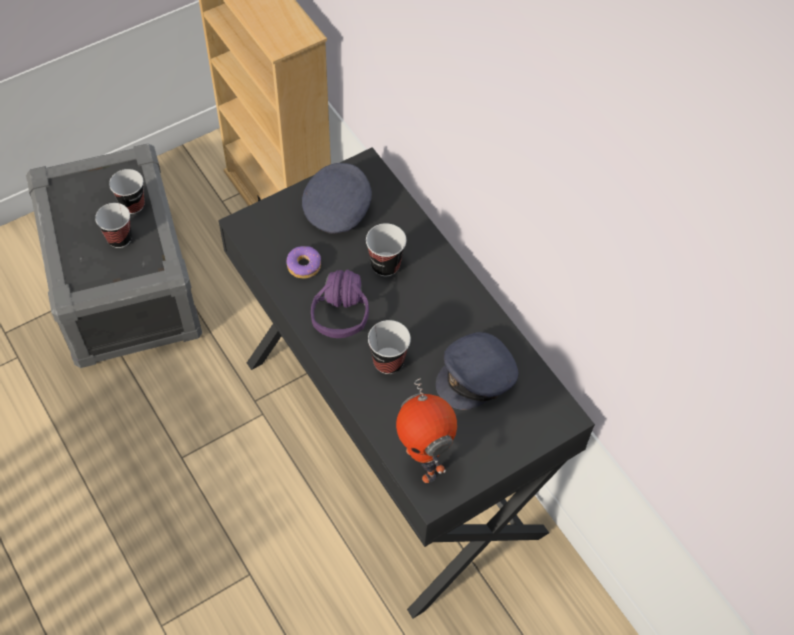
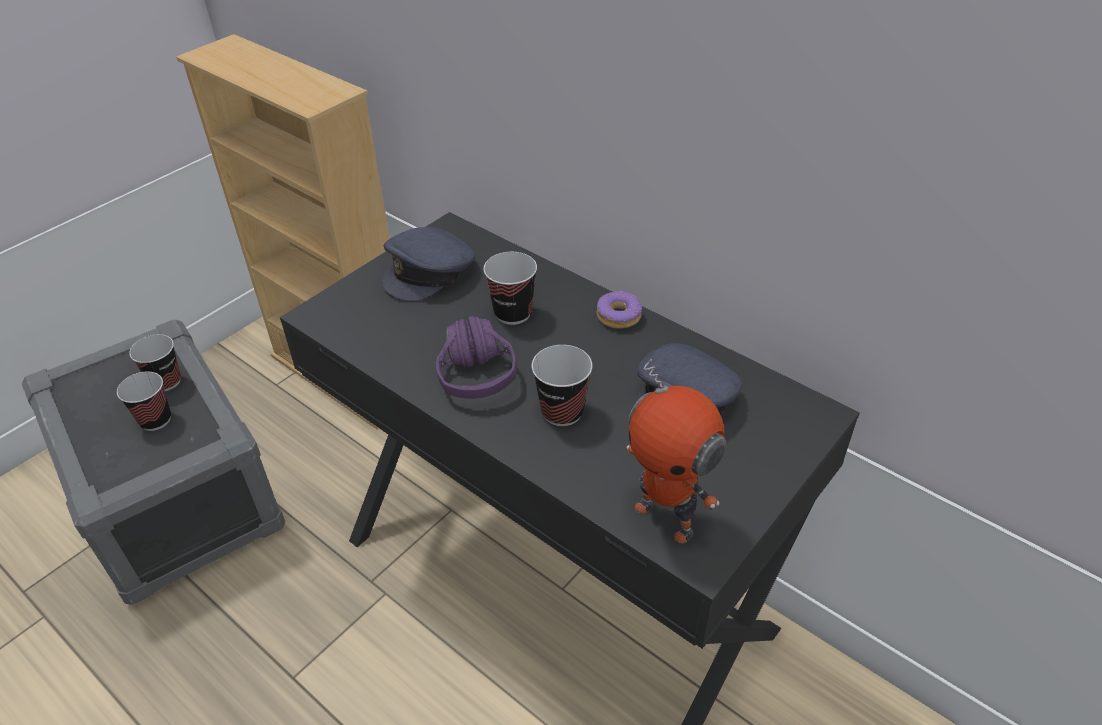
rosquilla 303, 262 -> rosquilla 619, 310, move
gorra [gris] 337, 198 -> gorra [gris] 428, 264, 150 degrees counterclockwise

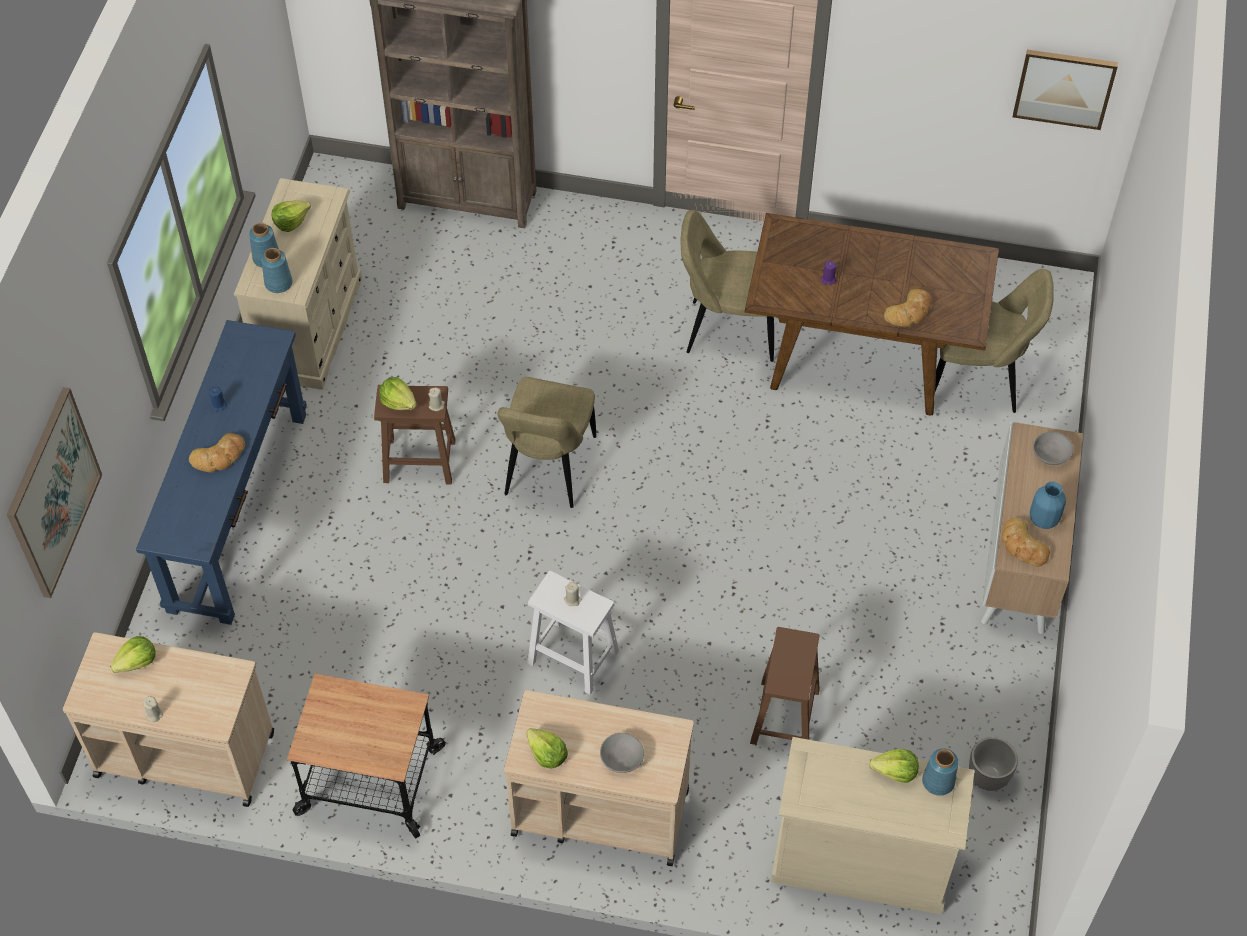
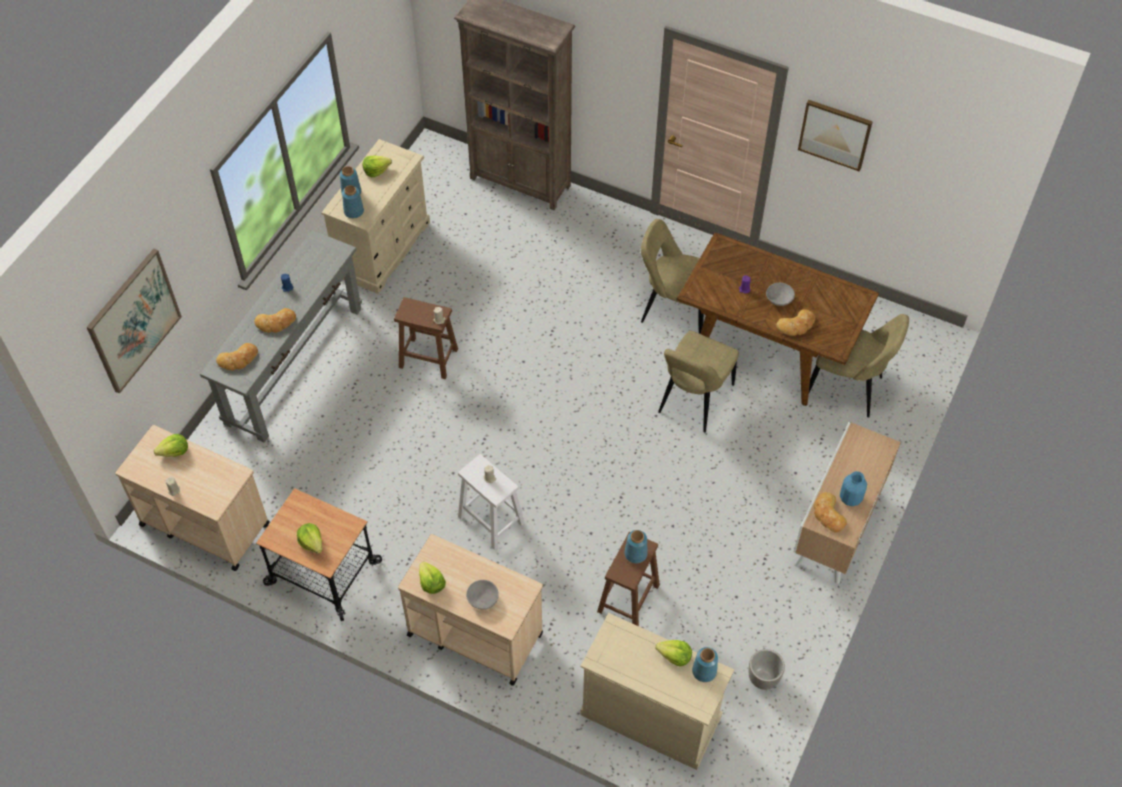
none -> pan 237, 357
none -> florero [azul] 636, 547
lechuga 398, 393 -> lechuga 309, 538, move
silla [beis] 546, 442 -> silla [beis] 698, 381, move
cuadro 1065, 89 -> cuadro 835, 136, move
cuenco [gris] 1053, 448 -> cuenco [gris] 780, 294, move
mesa consola [azul] 221, 472 -> mesa consola [gris] 281, 336

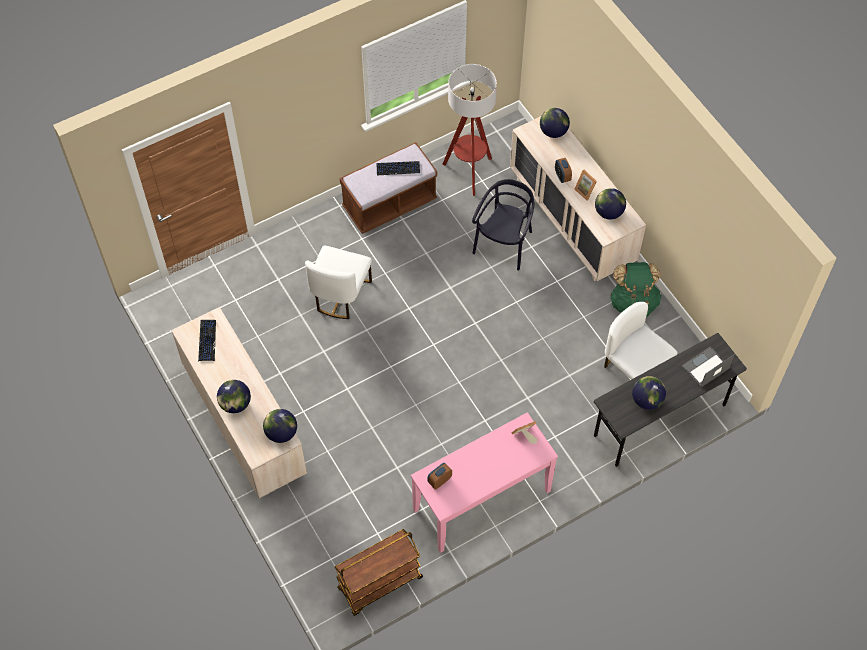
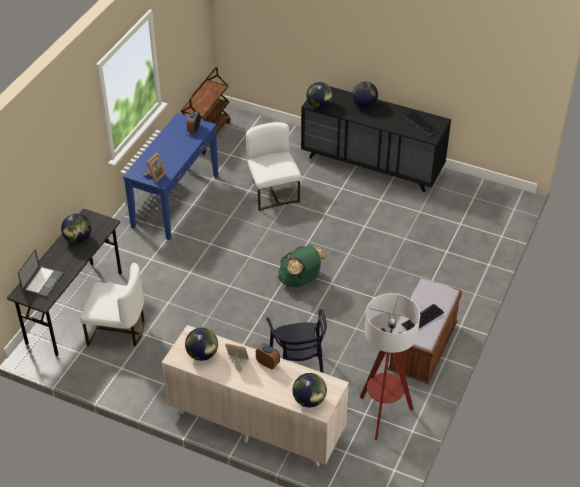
silla [blanco] 338, 282 -> silla [blanco] 273, 166, move
mochila [verde] 636, 289 -> mochila [verde] 302, 266, move
cómoda [beis] 239, 402 -> cómoda [negro] 376, 139
mesa consola [rosa] 484, 482 -> mesa consola [azul] 171, 176

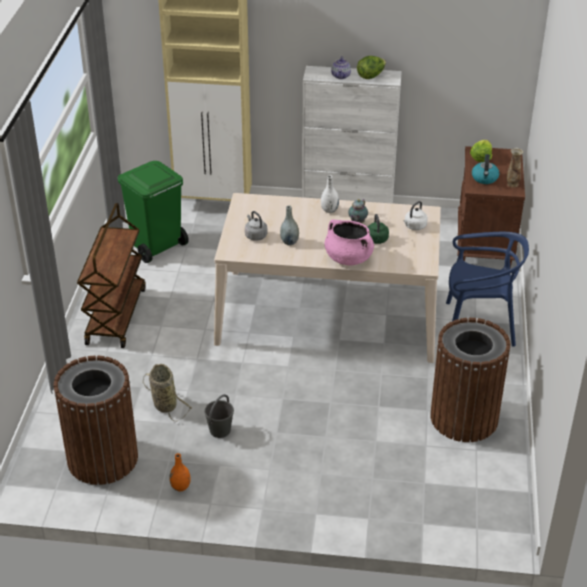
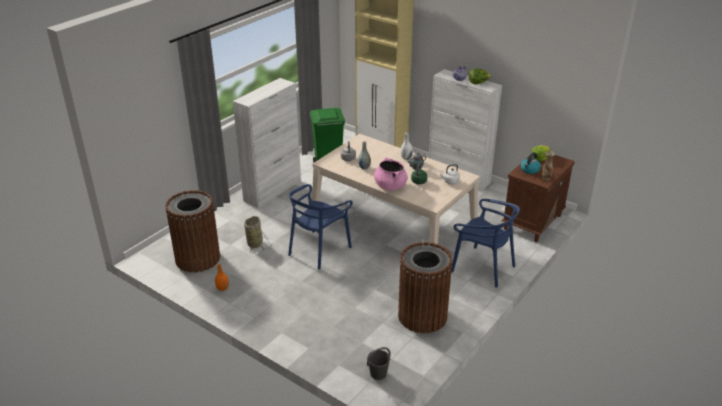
none -> silla [azul] 320, 226
cubo [gris] 219, 416 -> cubo [gris] 379, 363, move
carrito [marrón] 111, 275 -> armario [blanco] 267, 143

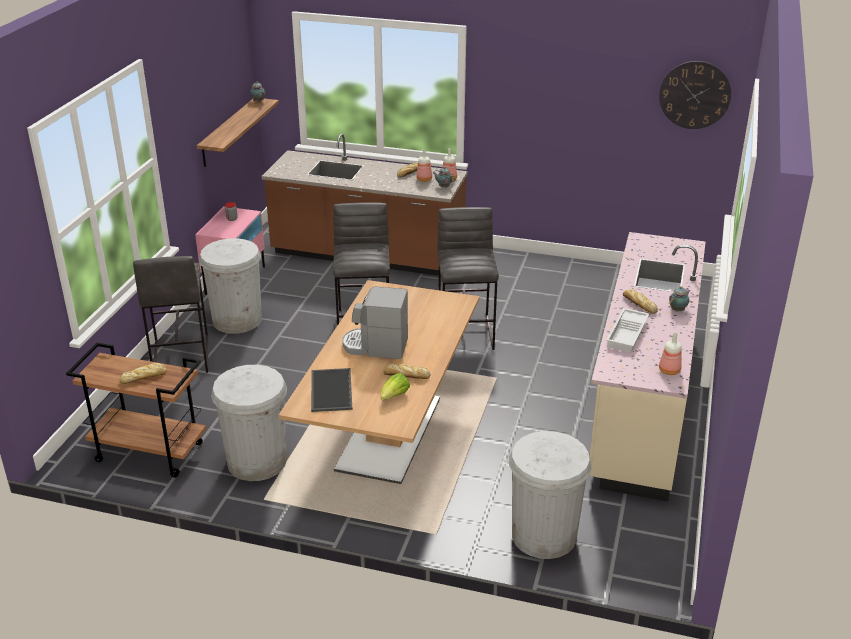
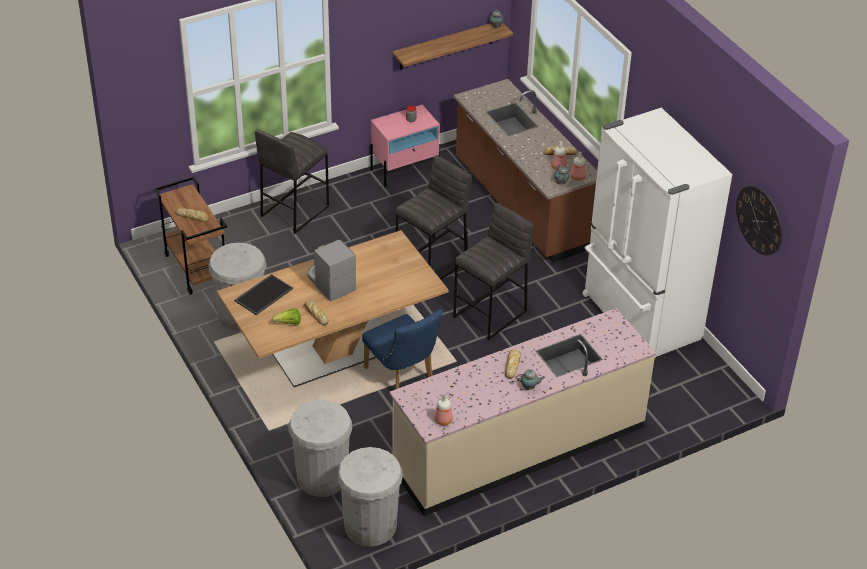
bandeja [blanco] 627, 330 -> none
none -> silla [azul] 402, 349
none -> nevera [blanco] 657, 232
papelera [blanco] 230, 286 -> papelera [blanco] 370, 496, move

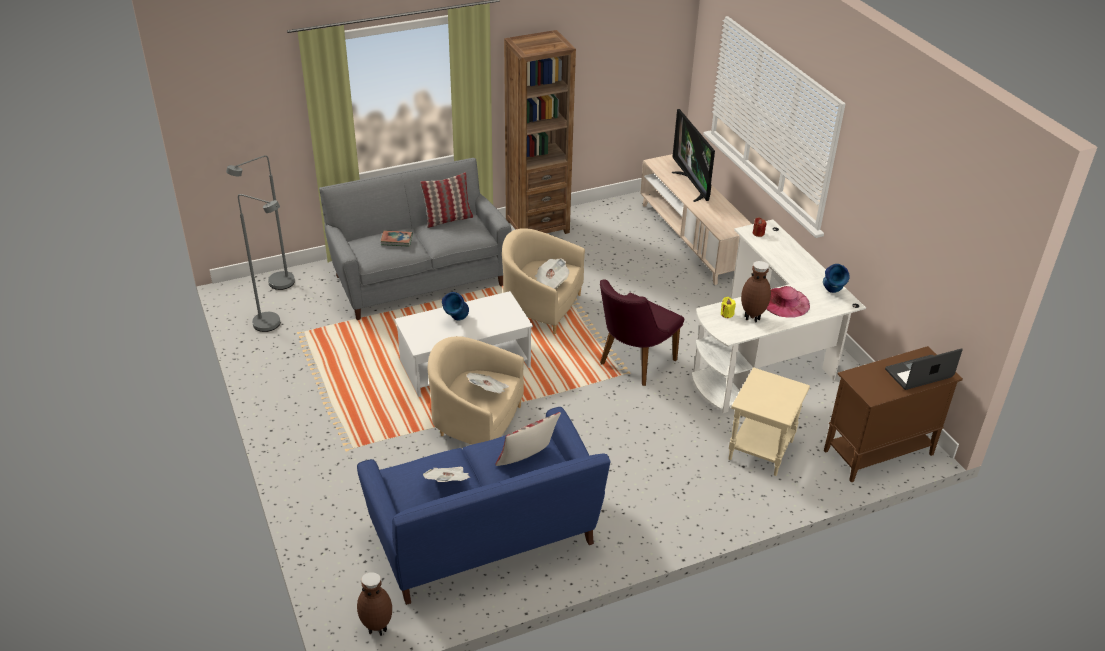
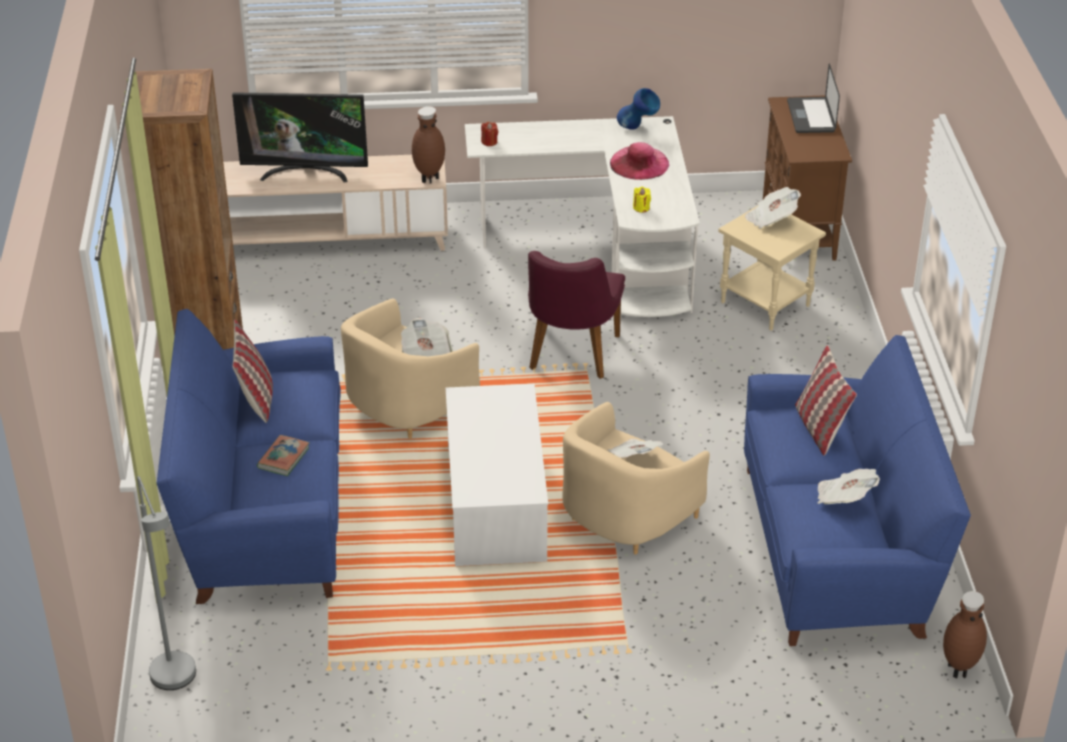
lámpara de pie [gris] 259, 263 -> none
florero [azul] 455, 306 -> none
none -> periódico 773, 208
florero [marrón] 756, 292 -> florero [marrón] 428, 145, move
sofá [gris] 415, 239 -> sofá [azul] 249, 456
silla [morado] 642, 332 -> silla [morado] 576, 315, 45 degrees clockwise

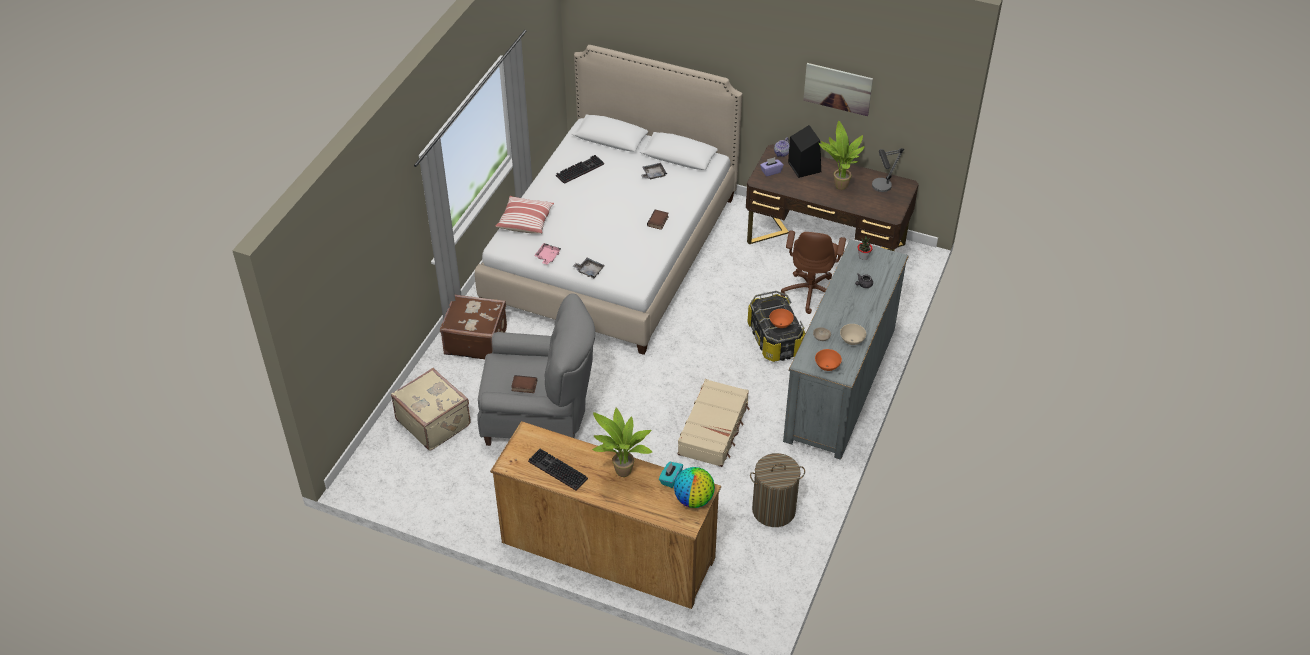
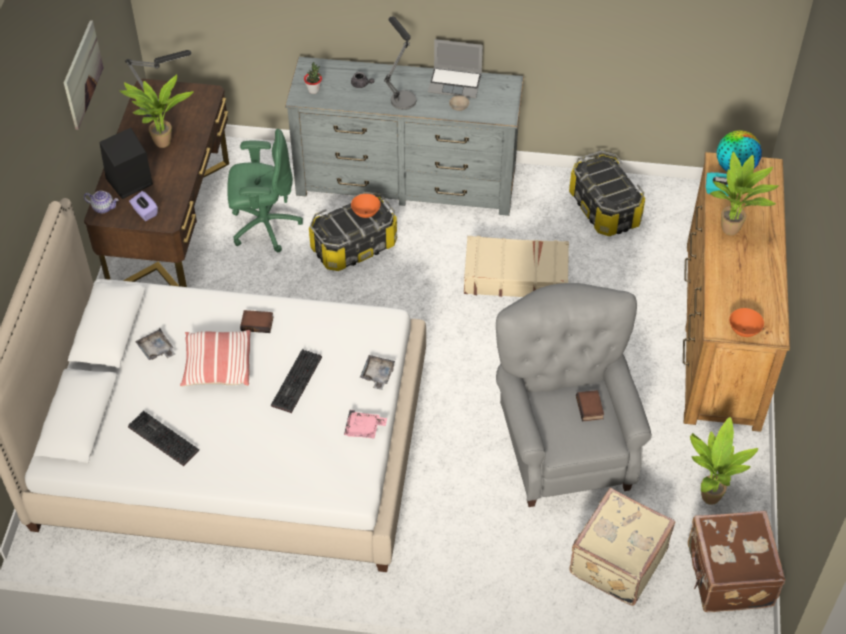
none -> lámpara de mesa 400, 63
none -> planta en maceta 724, 461
maleta [marrón] 473, 326 -> maleta [marrón] 736, 561, move
cojín 524, 215 -> cojín 215, 358, move
teclado 558, 470 -> teclado 296, 381, move
cuenco [naranja] 828, 360 -> cuenco [naranja] 746, 322, move
cesto de la ropa 777, 490 -> caja de almacenaje 607, 193
cuenco [beis] 853, 334 -> portátil 455, 68
silla de oficina [marrón] 813, 272 -> silla de oficina [verde] 265, 190

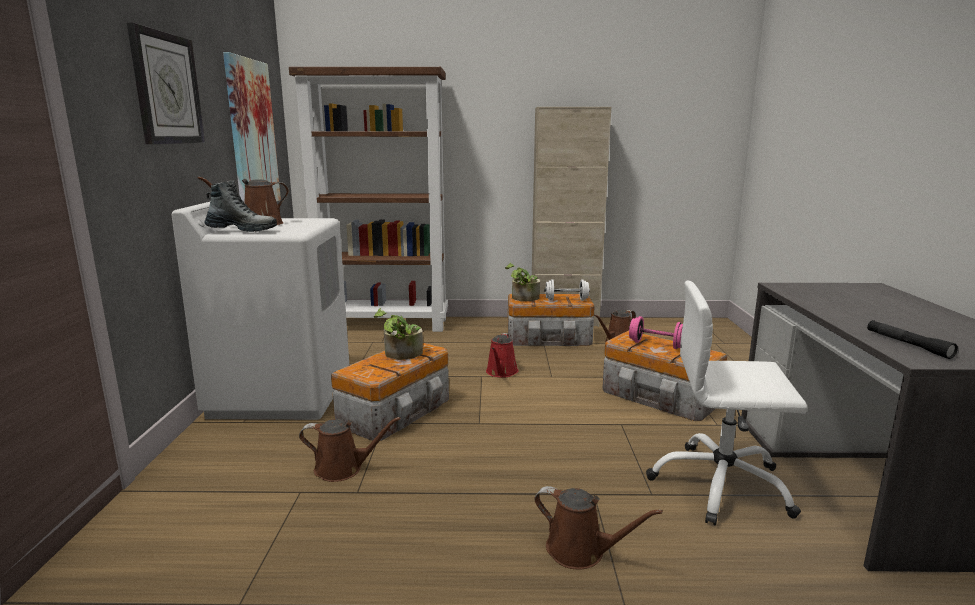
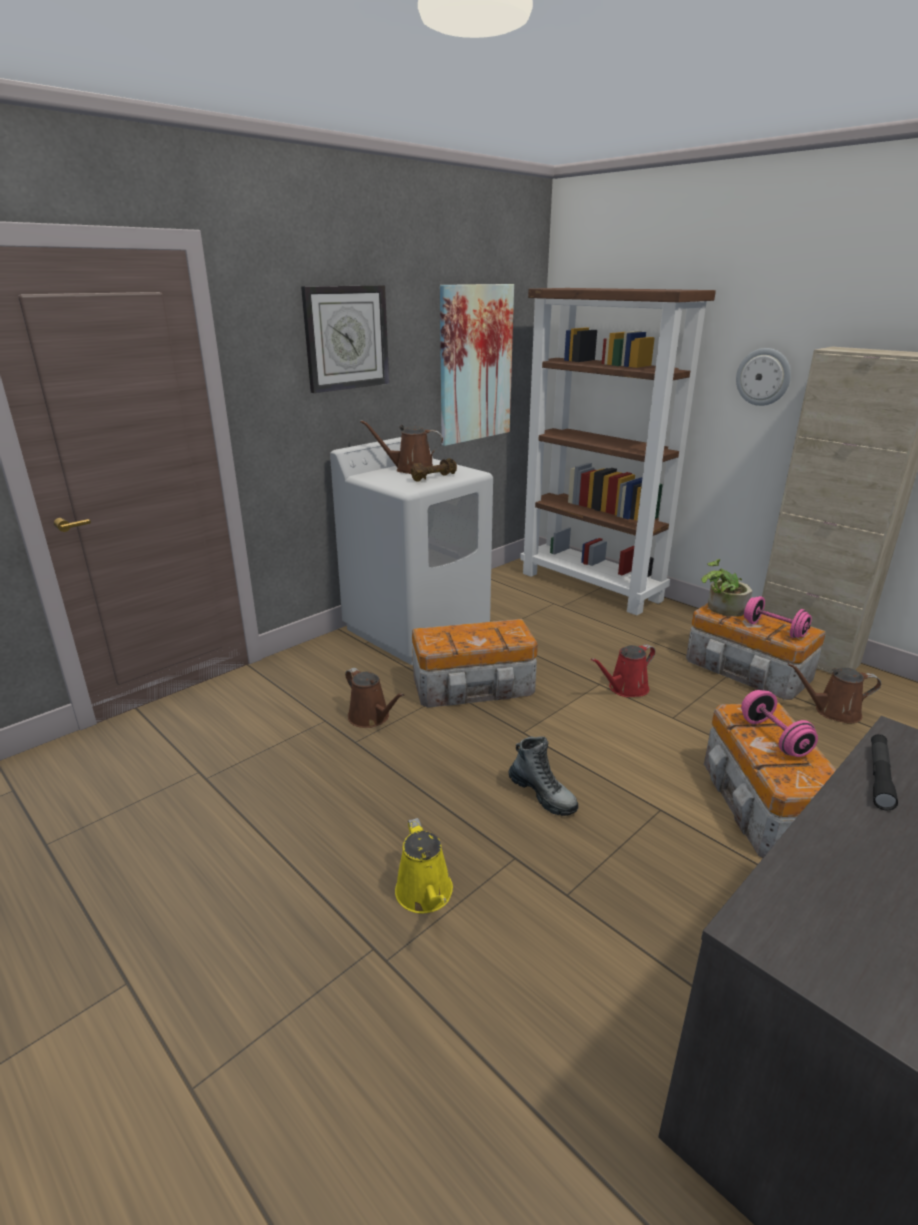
planta en maceta 398, 334 -> none
silla de oficina [blanco] 727, 403 -> none
none -> mancuerna [marrón] 434, 470
none -> reloj de pared 763, 377
bota 240, 206 -> bota 543, 776, move
linterna [negro] 912, 339 -> linterna [negro] 884, 772, move
regadera [marrón] 598, 527 -> regadera [amarillo] 424, 865
mancuerna [blanco] 567, 290 -> mancuerna [rosa] 778, 617

